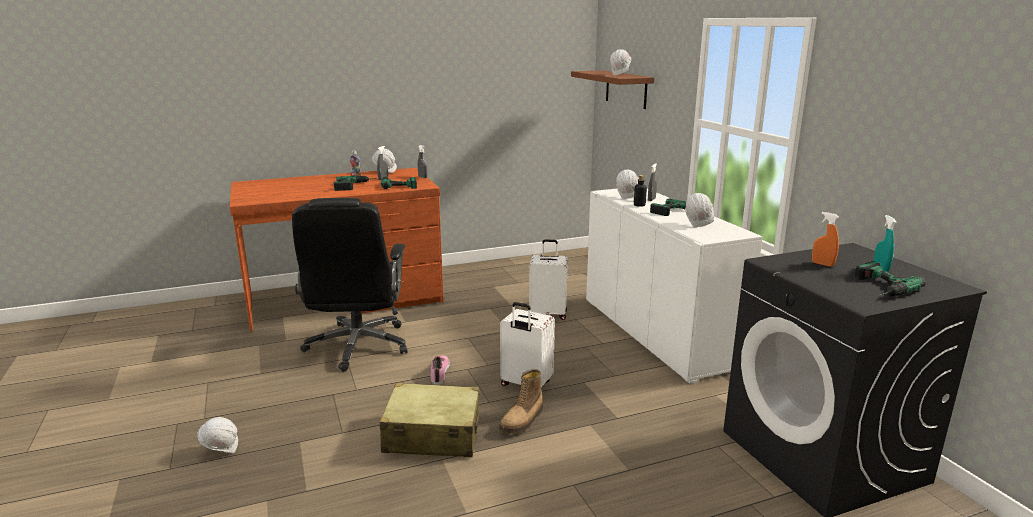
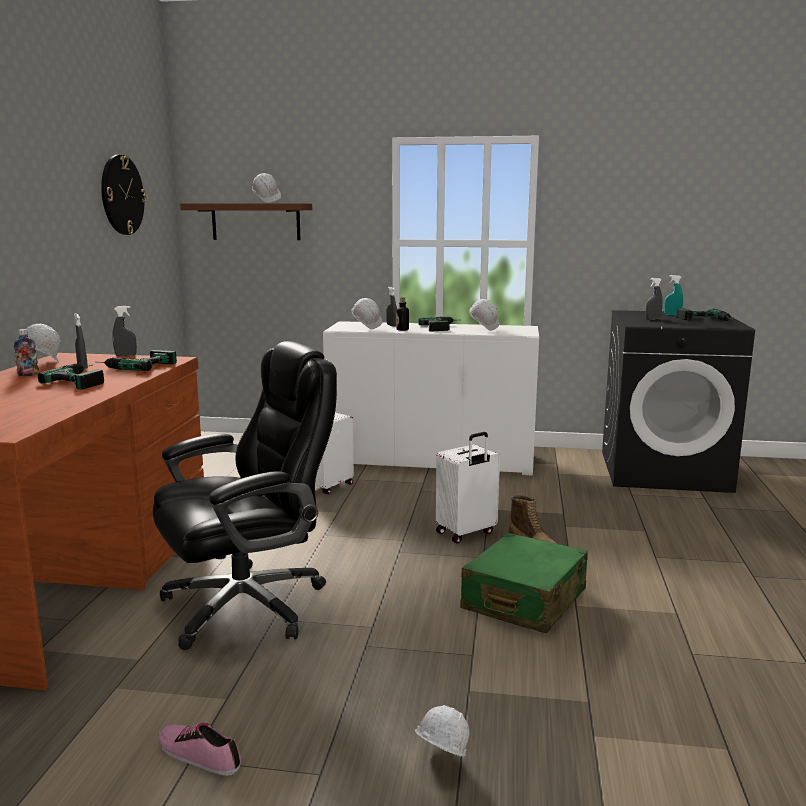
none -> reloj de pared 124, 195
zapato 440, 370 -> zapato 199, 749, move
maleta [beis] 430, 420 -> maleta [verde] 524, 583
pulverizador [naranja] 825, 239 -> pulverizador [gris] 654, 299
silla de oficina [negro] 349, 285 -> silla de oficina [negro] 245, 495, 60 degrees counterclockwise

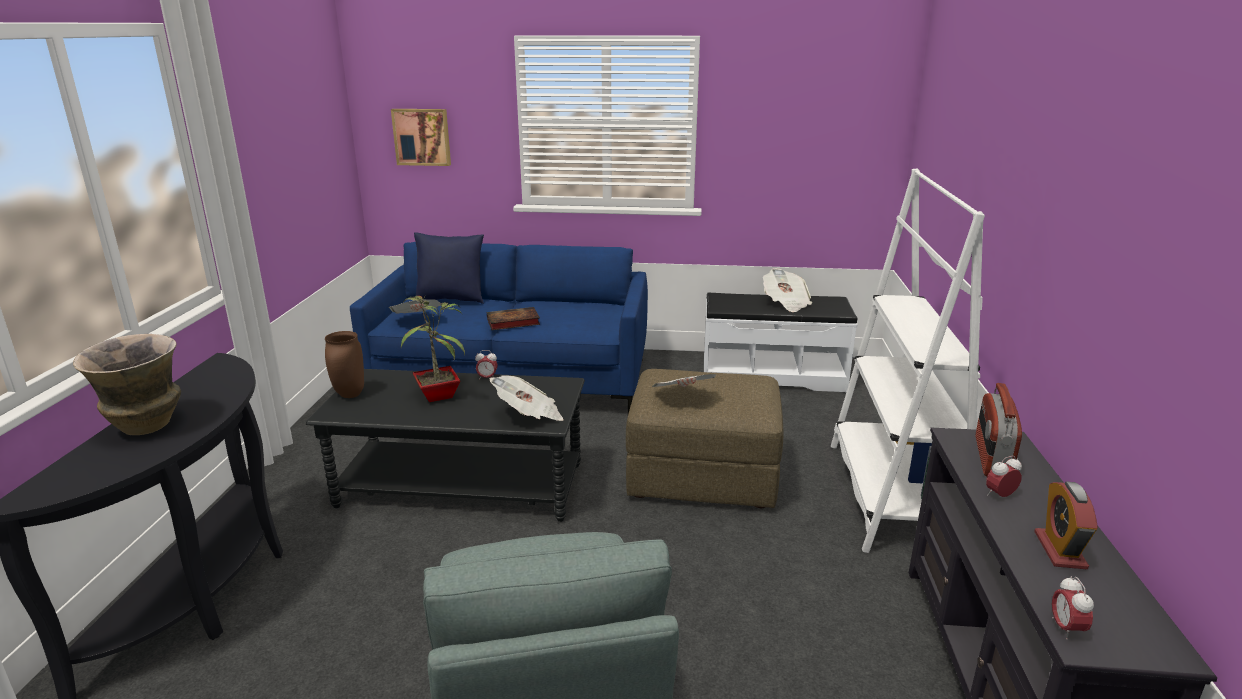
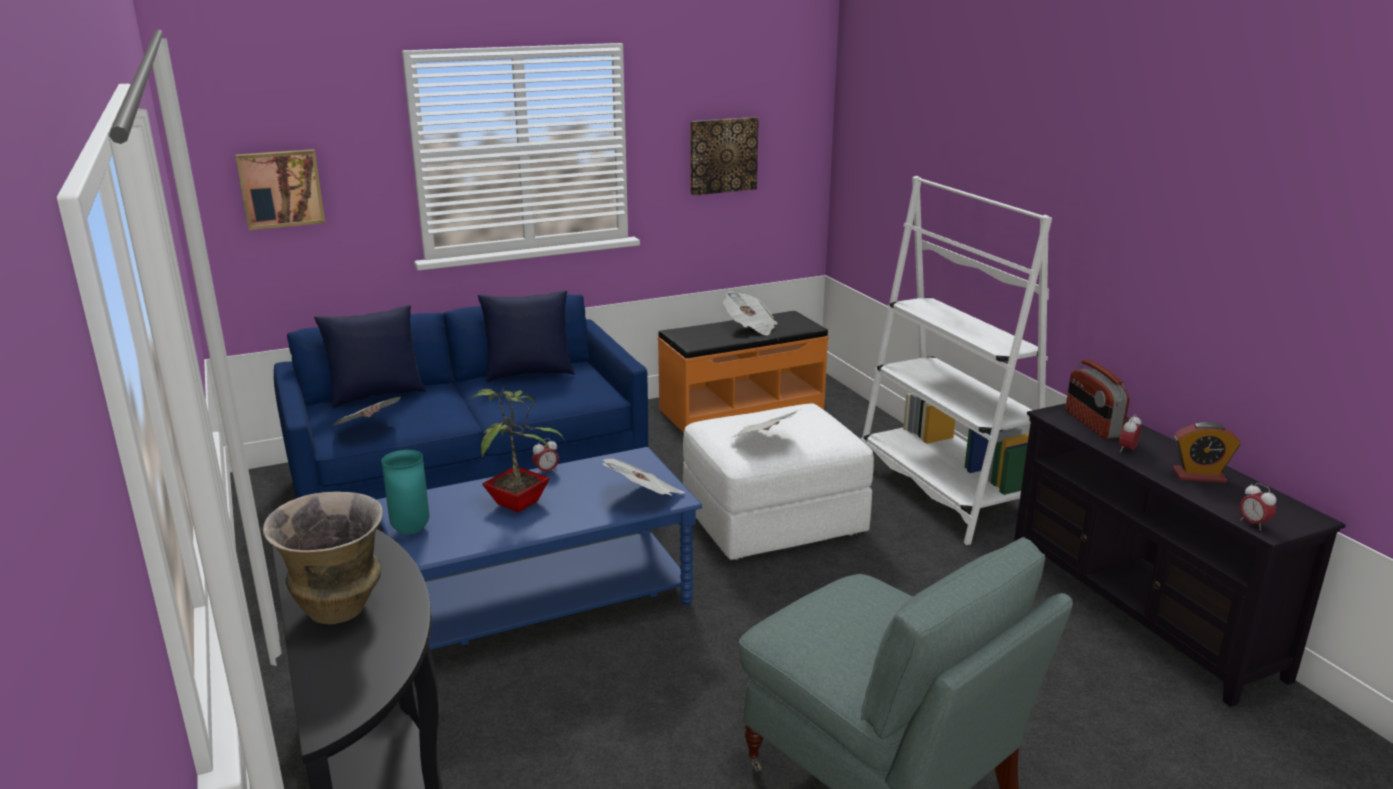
libro 513, 318 -> none
none -> cojín [azul] 526, 336
none -> cuadro 724, 156
mesa de centro [negro] 445, 445 -> mesa de centro [azul] 539, 548
florero [marrón] 344, 364 -> florero [turquesa] 405, 492
puf [marrón] 704, 438 -> puf [blanco] 778, 481
banco [blanco] 781, 342 -> banco [naranja] 743, 372
despertador 1066, 525 -> despertador 1207, 452, 60 degrees counterclockwise

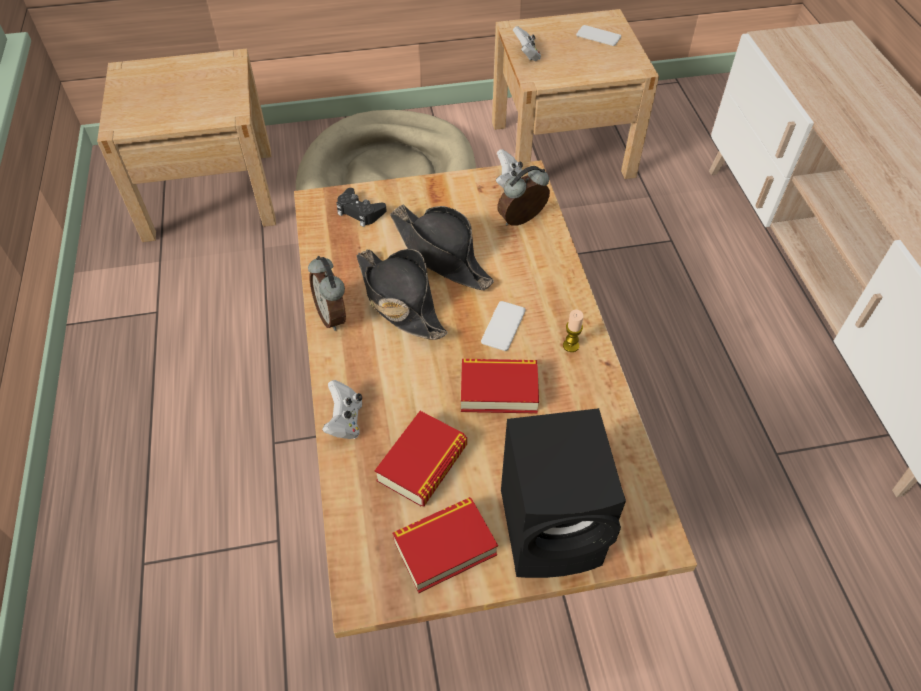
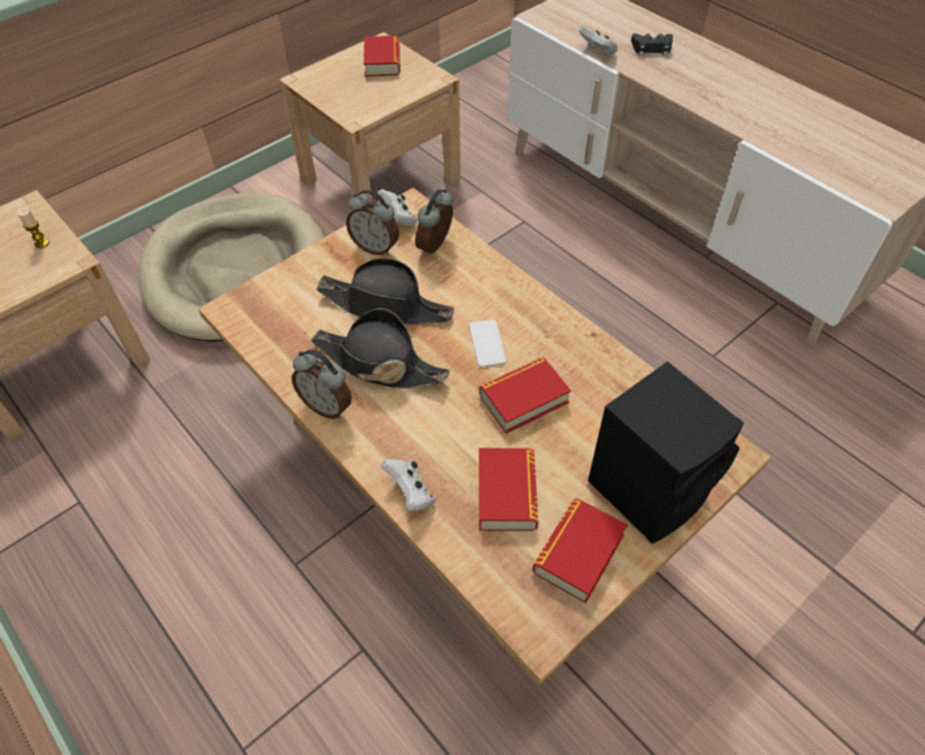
none -> despertador 372, 222
mando de consola [negro] 362, 207 -> mando de consola [negro] 652, 44, move
mando de consola [blanco] 527, 43 -> mando de consola [blanco] 598, 40, move
vela 573, 330 -> vela 33, 227, move
móvil 598, 35 -> libro 382, 56

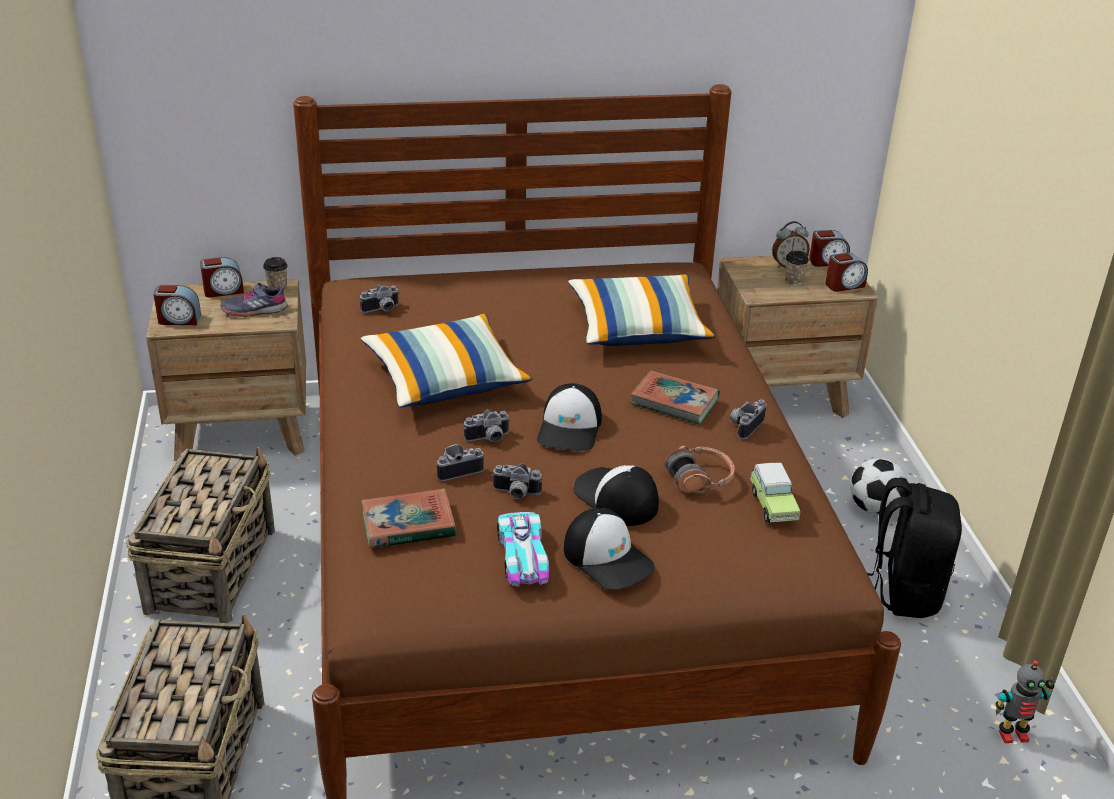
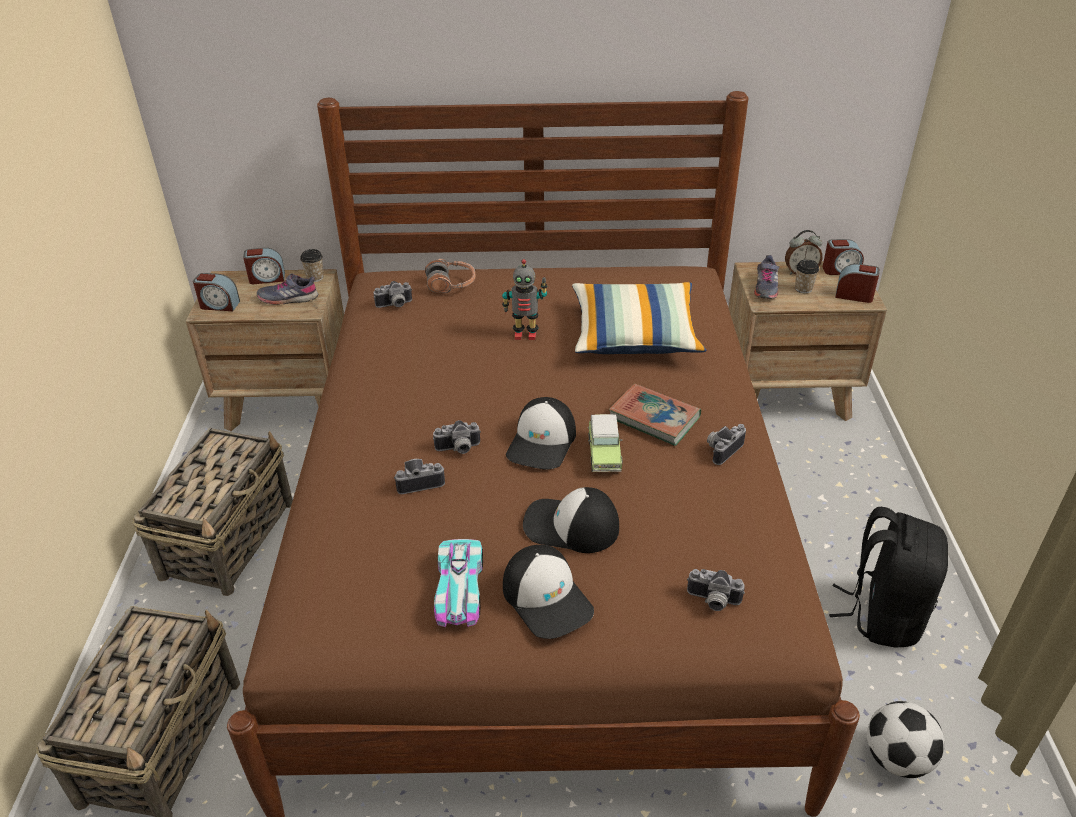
cojín 446, 361 -> none
libro 408, 518 -> none
none -> zapato [gris] 766, 277
cámara 517, 481 -> cámara 716, 590, move
auriculares 700, 469 -> auriculares 450, 276, move
coche de juguete 775, 492 -> coche de juguete 605, 443, move
balón de fútbol 879, 486 -> balón de fútbol 906, 739, move
robot de juguete 1025, 701 -> robot de juguete 525, 299, move
gorra 616, 495 -> gorra 571, 520, 45 degrees counterclockwise
despertador 846, 272 -> despertador 857, 283, 150 degrees counterclockwise

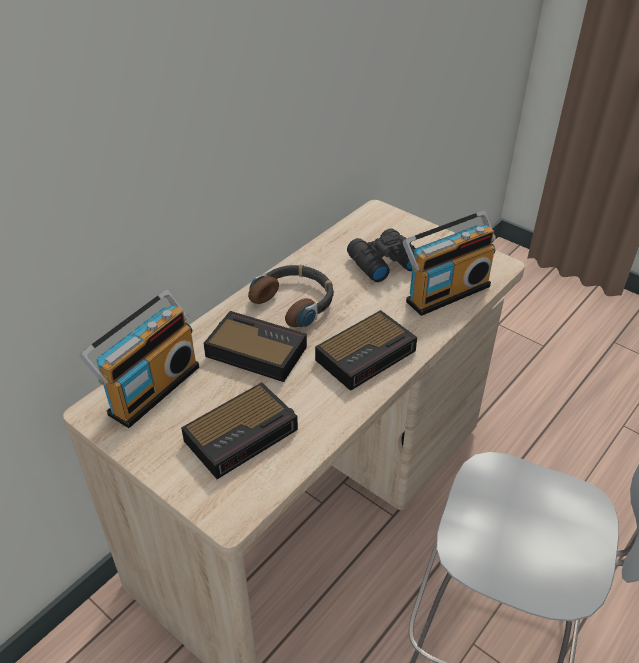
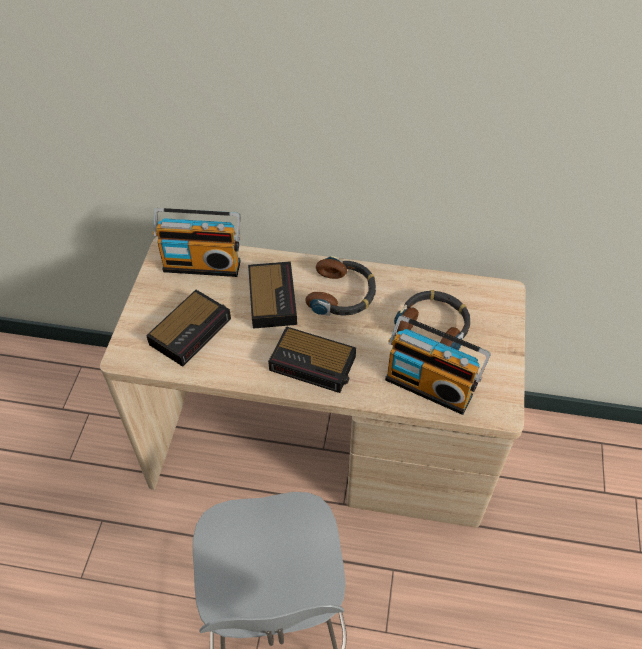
prismáticos [negro] 381, 255 -> auriculares 432, 320
despertador 239, 430 -> despertador 188, 328, 75 degrees counterclockwise

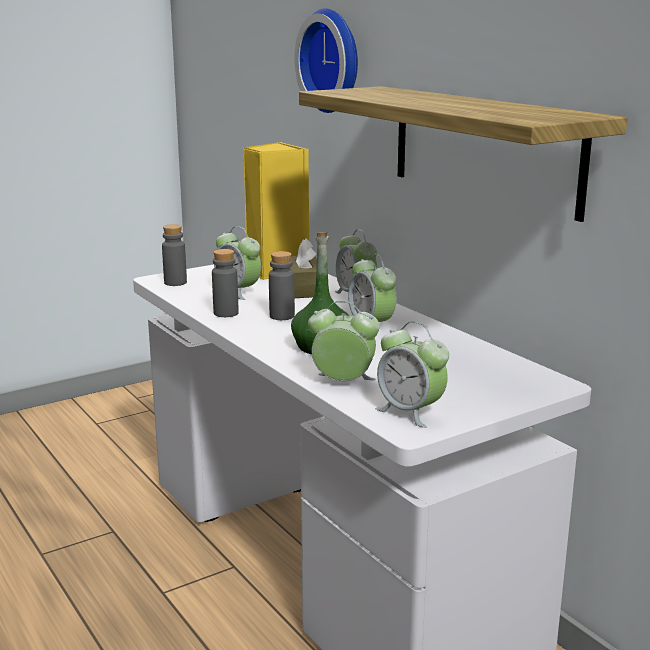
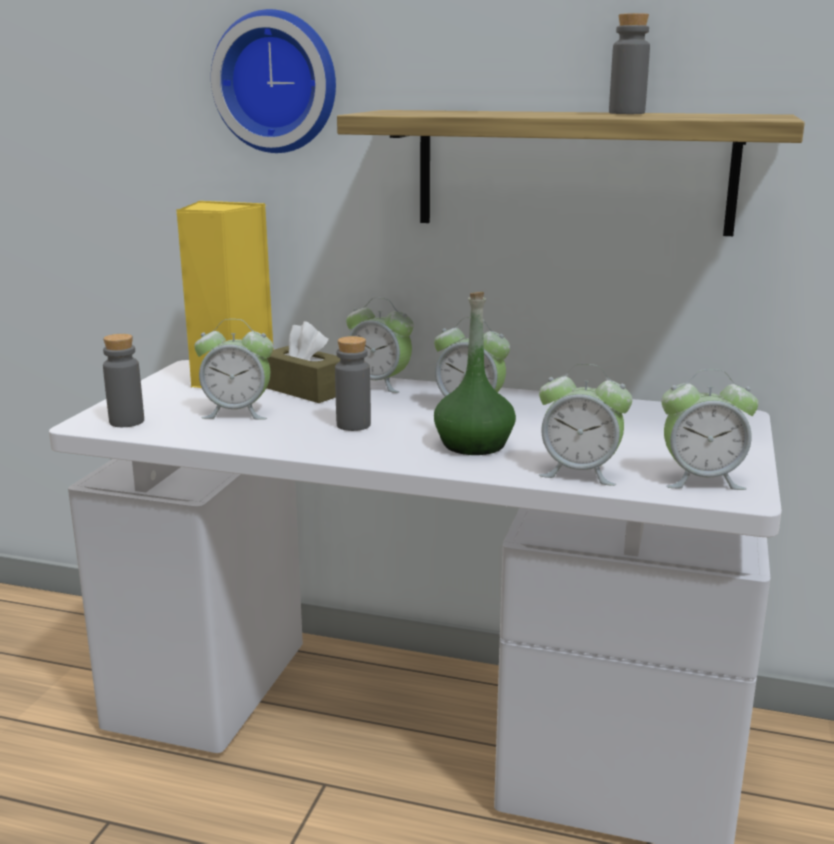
botella [gris] 225, 283 -> botella [gris] 629, 63, move
despertador 344, 341 -> despertador 585, 425, 135 degrees counterclockwise

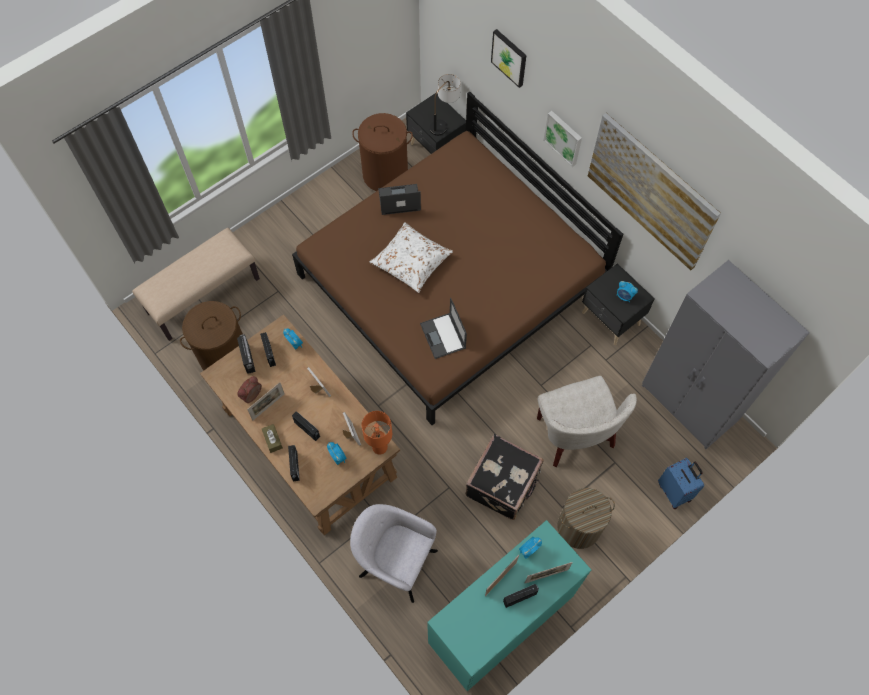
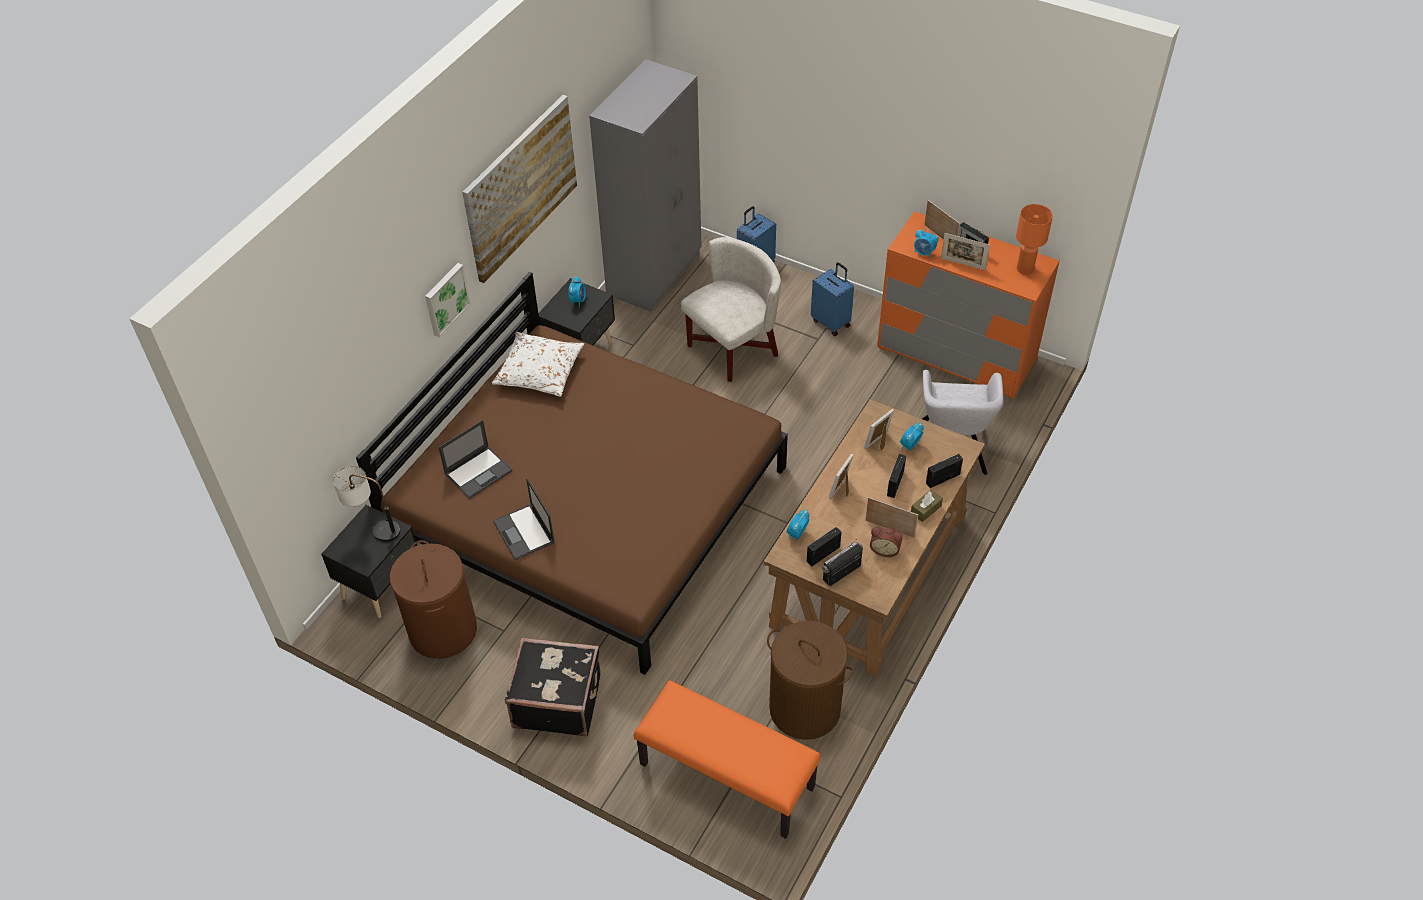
cuadro 509, 58 -> none
lámpara de mesa [naranja] 377, 433 -> lámpara de mesa [naranja] 1034, 239, move
cojín [blanco] 411, 257 -> cojín [blanco] 538, 364, move
portátil 443, 328 -> portátil 475, 459, move
maleta [negro] 504, 477 -> maleta [negro] 553, 686, move
cesto de la ropa 586, 518 -> maleta [azul] 832, 299
banco [beis] 196, 284 -> banco [naranja] 727, 760
cómoda [turquesa] 509, 605 -> cómoda [naranja] 968, 305

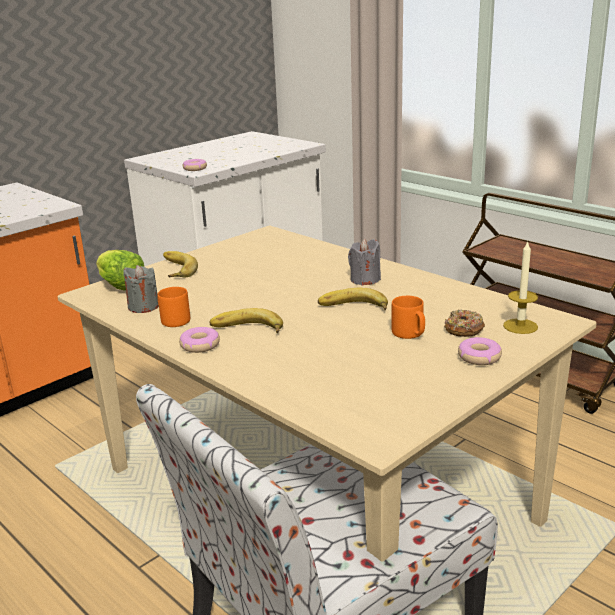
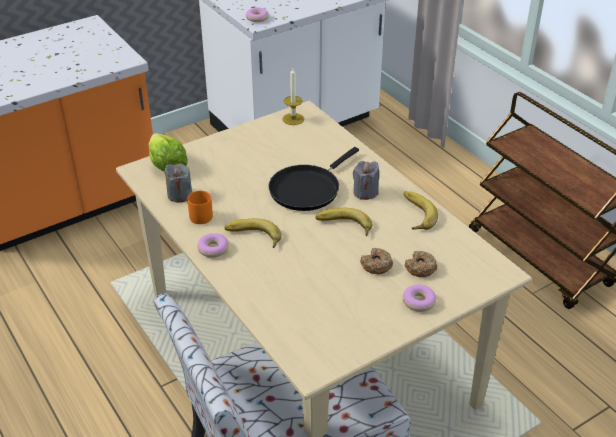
none -> sartén [negro] 313, 179
plátano 180, 264 -> plátano 421, 210, move
vela 520, 287 -> vela 293, 96, move
taza grande [naranja] 408, 317 -> rosquilla 376, 261

